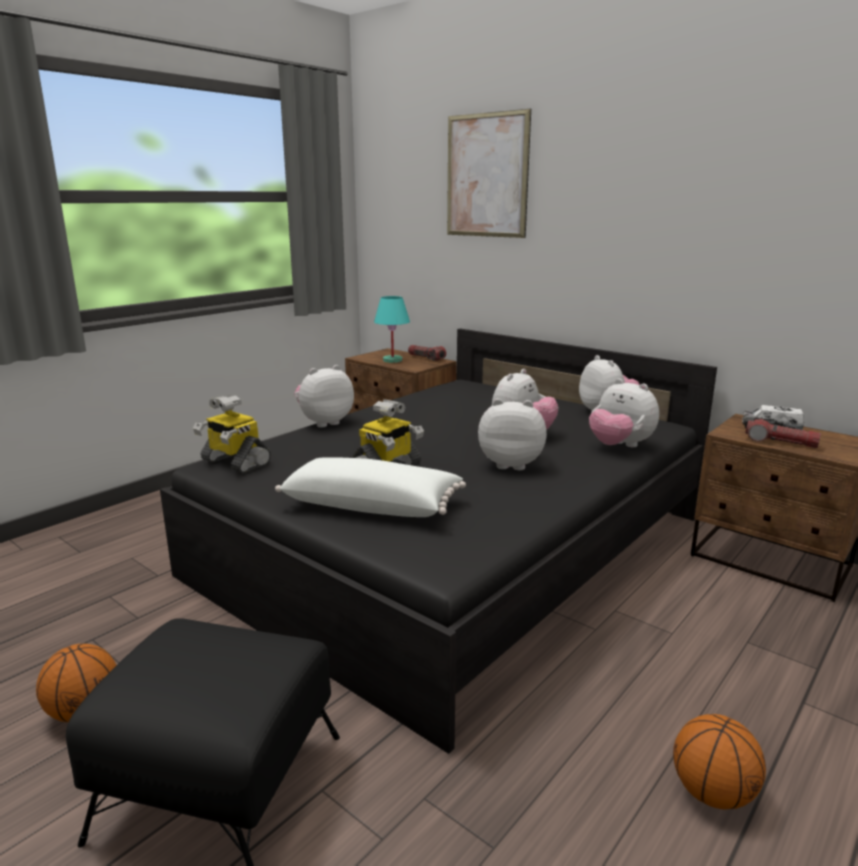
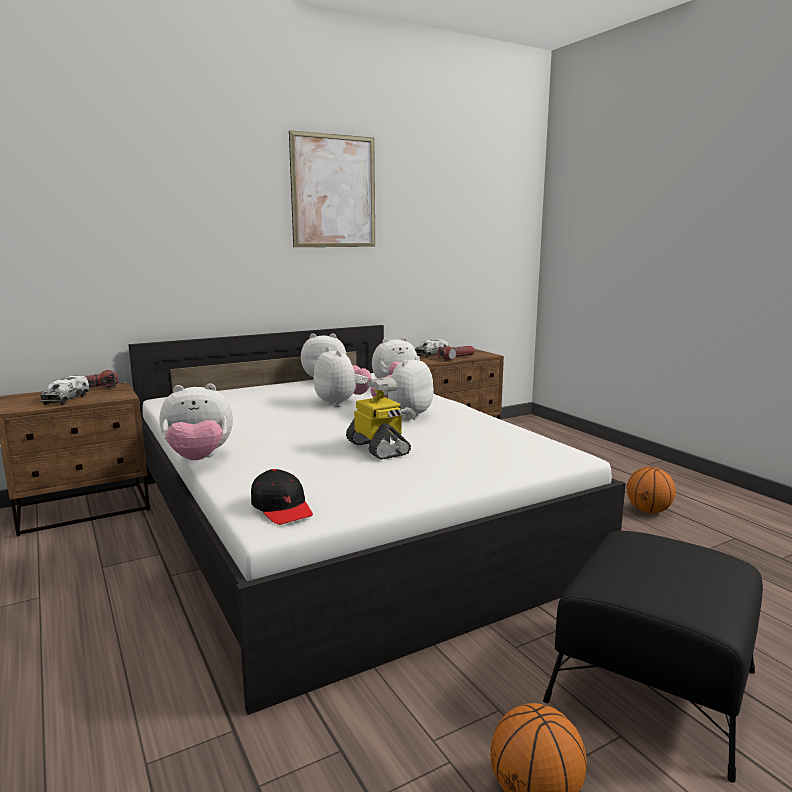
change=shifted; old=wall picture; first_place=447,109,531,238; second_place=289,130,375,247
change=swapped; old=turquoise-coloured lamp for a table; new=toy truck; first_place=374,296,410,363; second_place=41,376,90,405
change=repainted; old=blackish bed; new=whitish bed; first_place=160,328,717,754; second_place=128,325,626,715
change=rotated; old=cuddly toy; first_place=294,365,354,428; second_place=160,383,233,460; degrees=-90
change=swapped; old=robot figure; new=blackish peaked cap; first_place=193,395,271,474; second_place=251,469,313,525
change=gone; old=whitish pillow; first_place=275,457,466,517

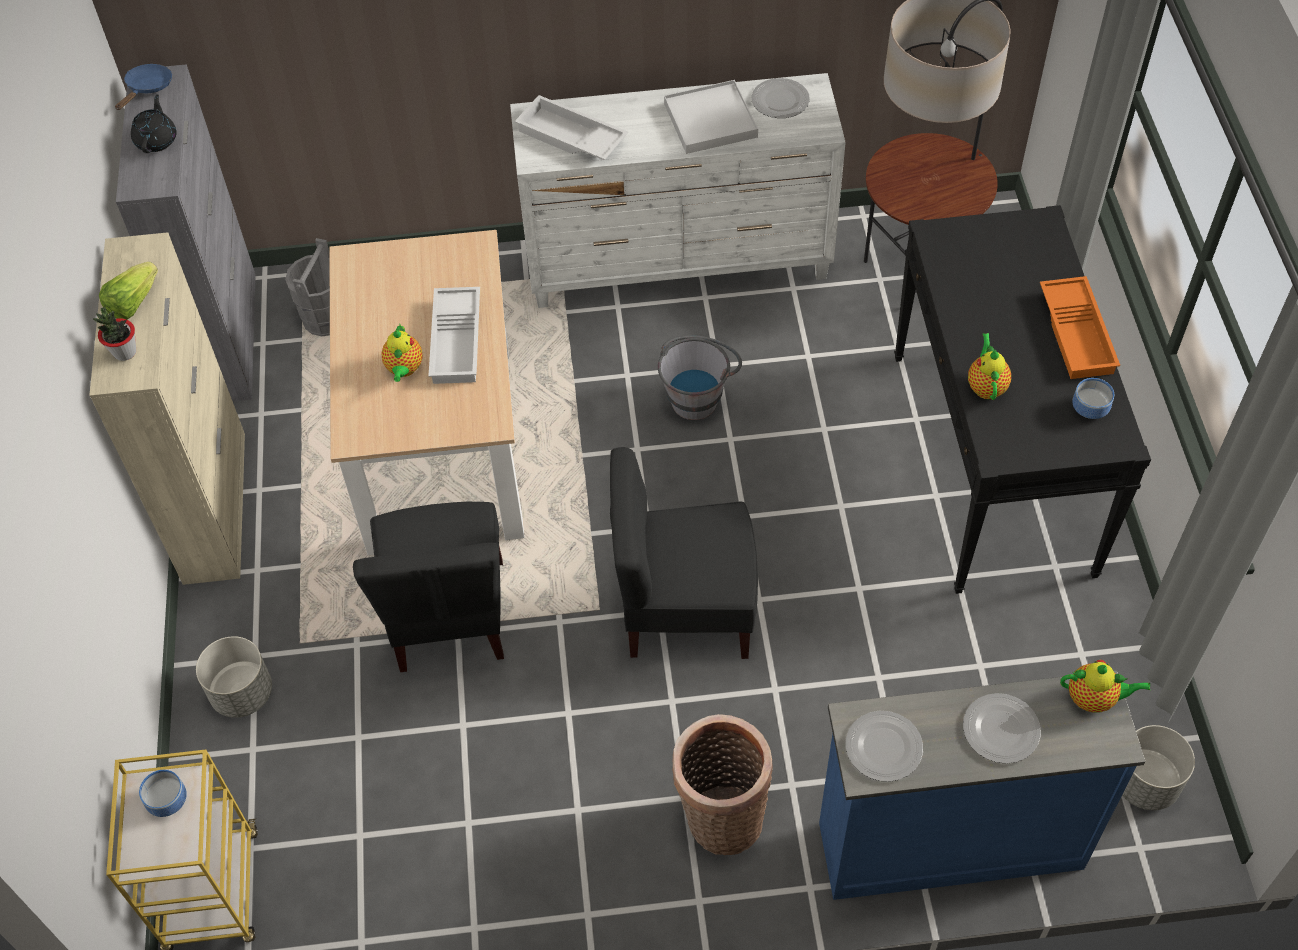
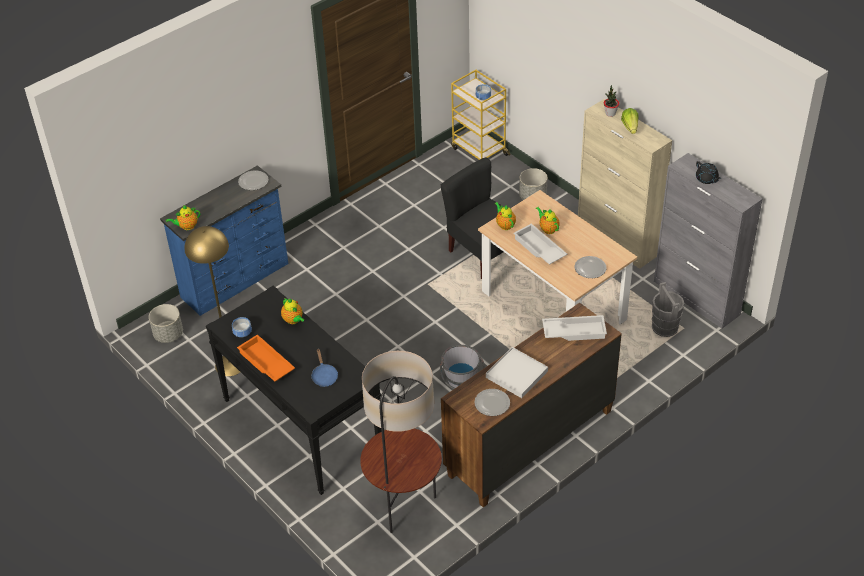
change=shifted; old=bluish frying pan; first_place=115,64,172,110; second_place=312,349,338,387
change=repainted; old=whitish drawer chest; new=brown-coloured drawer chest; first_place=510,73,846,308; second_place=441,303,622,508
change=gone; old=blackish plain chair; first_place=610,447,758,659
change=shifted; old=dinner plate; first_place=963,693,1041,764; second_place=575,256,606,278
change=gone; old=household basket; first_place=672,714,773,855
change=new; new=tea pot; second_place=495,202,516,230
change=new; new=yellowish floor lamp; second_place=184,226,240,376

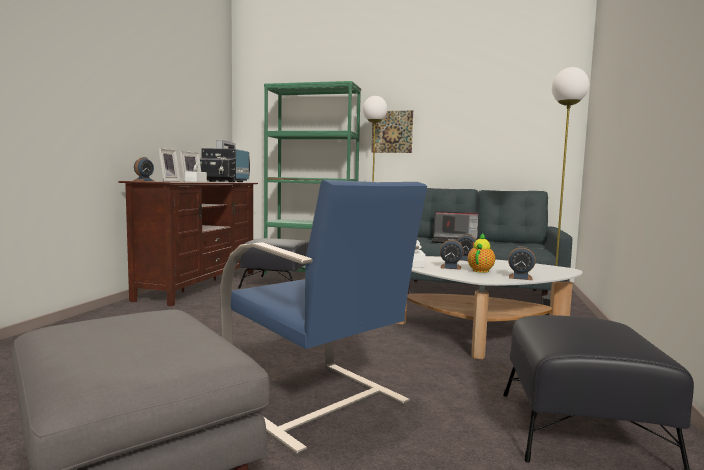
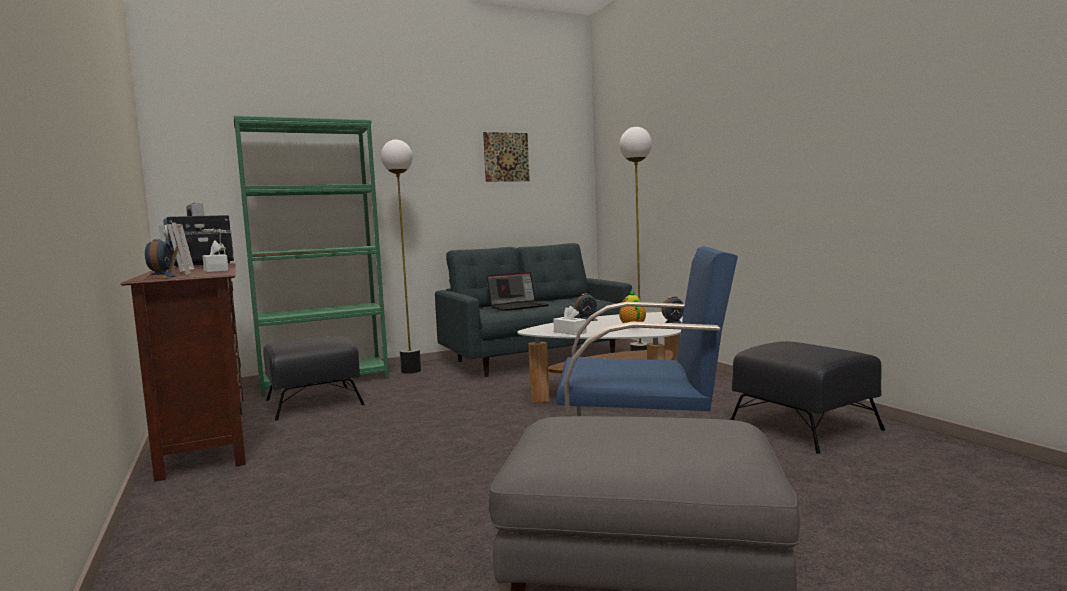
change=shifted; old=wall picture; first_place=371,111,413,153; second_place=483,132,530,182
change=gone; old=bedside clock; first_place=440,239,464,270

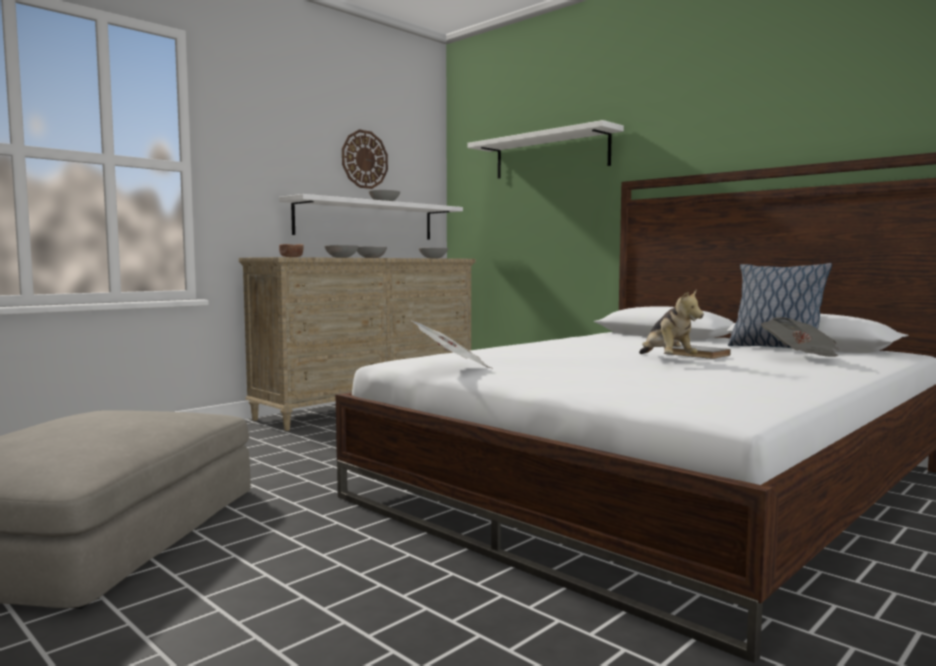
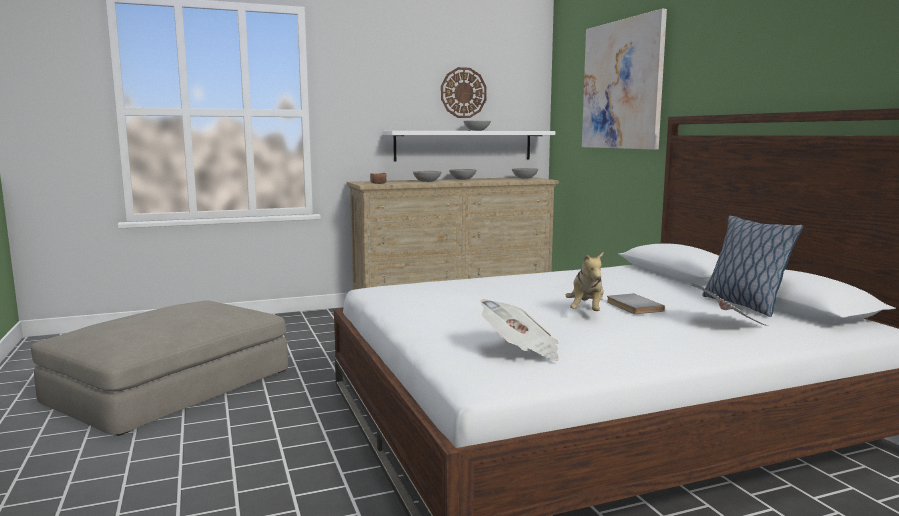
change=swapped; old=whitish bracket shelf; new=wall picture; first_place=467,120,624,179; second_place=582,9,667,150
change=shifted; old=newspaper; first_place=410,320,491,368; second_place=481,299,559,361

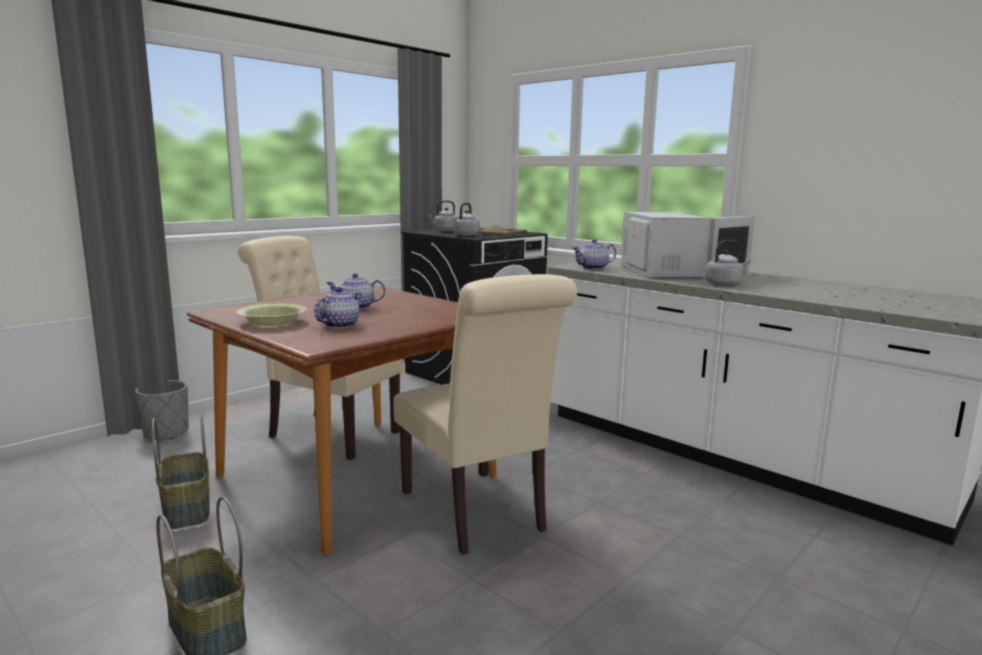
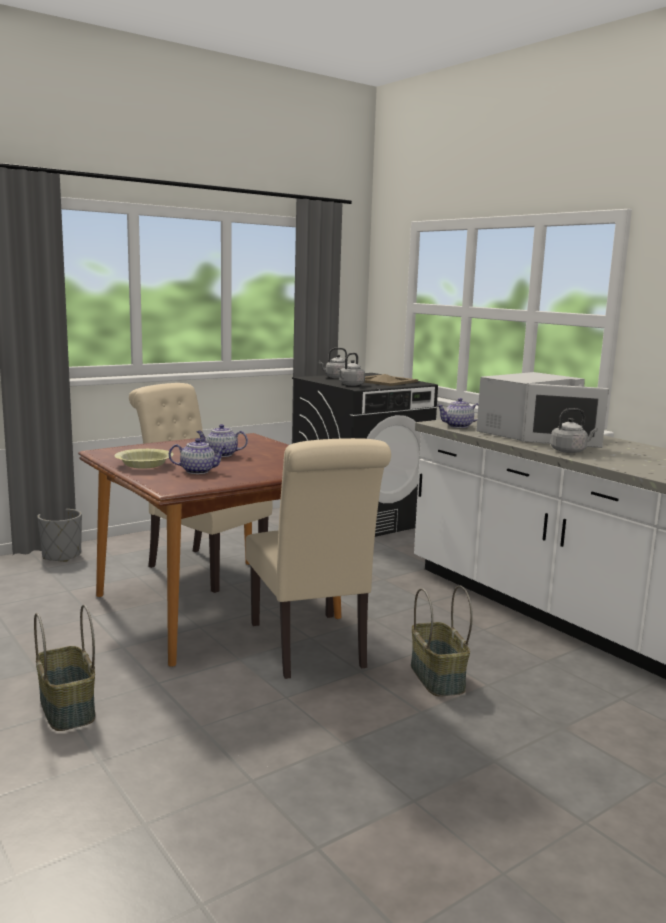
change=rotated; old=whitish microwave oven; first_place=621,212,755,278; second_place=476,372,609,448; degrees=45
change=rotated; old=tea pot; first_place=314,287,362,328; second_place=169,438,227,474; degrees=45
change=shifted; old=household basket; first_place=152,412,209,529; second_place=411,585,473,696

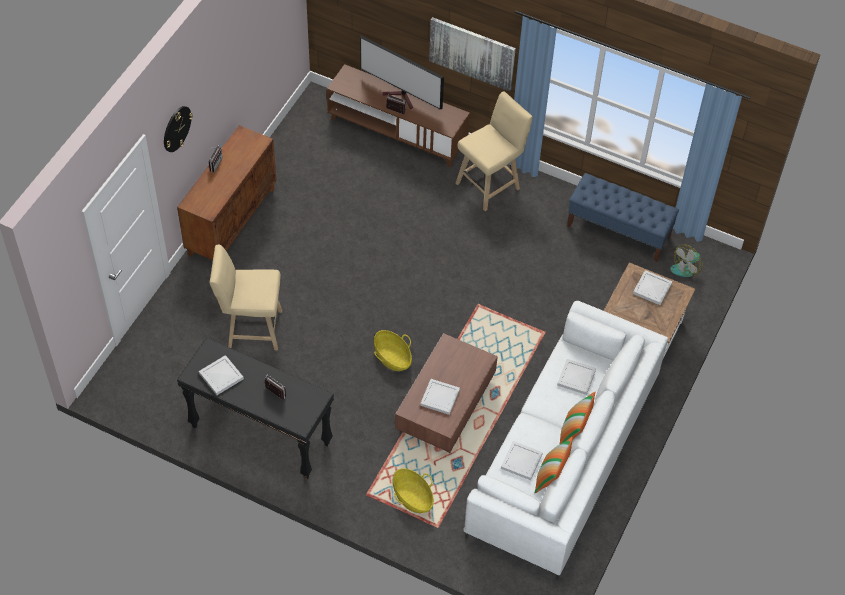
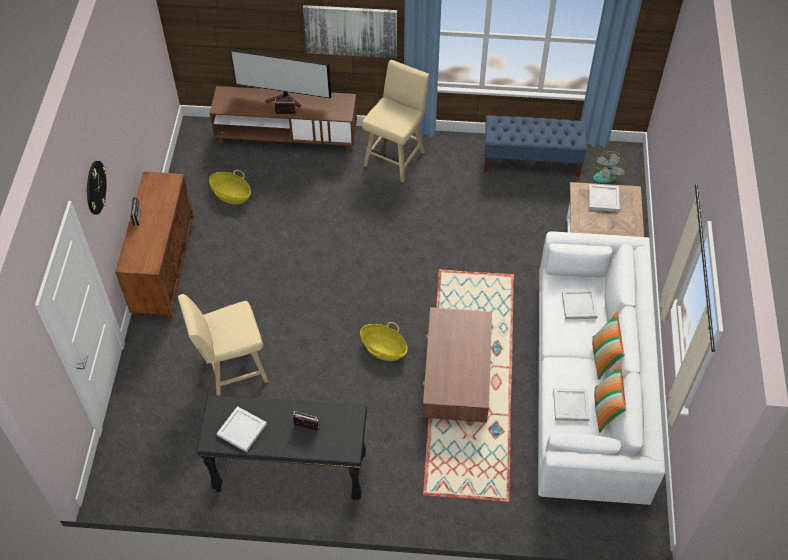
change=gone; old=whitish carrying tray; first_place=420,379,460,415
change=shifted; old=household basket; first_place=393,468,434,513; second_place=209,170,251,204

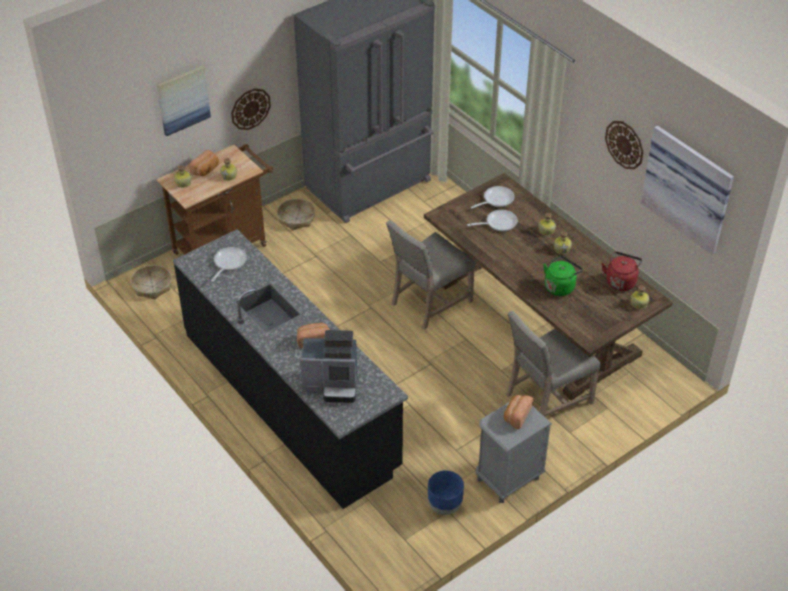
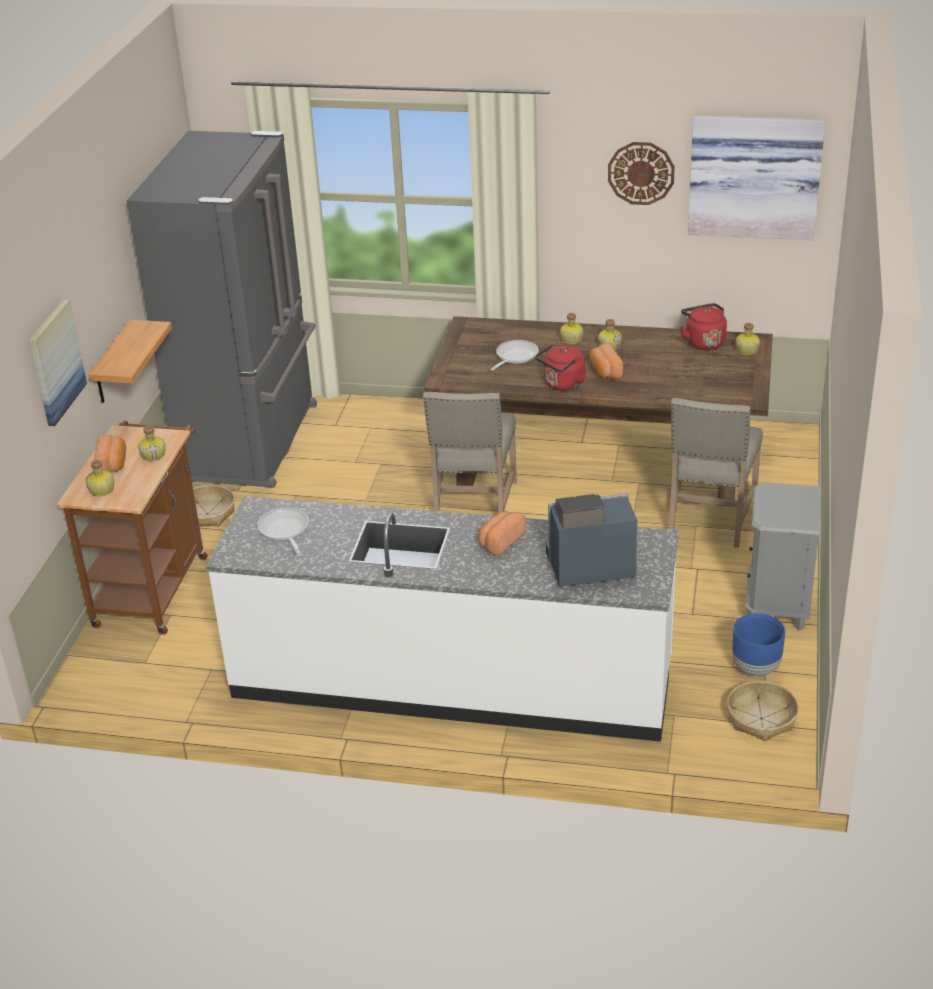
change=swapped; old=hanging clock; new=bracket shelf; first_place=231,88,271,130; second_place=88,320,172,403
change=gone; old=frying pan; first_place=470,186,515,209
change=repainted; old=blackish counter; new=whitish counter; first_place=173,229,408,509; second_place=206,496,679,742
change=gone; old=greenish kettle; first_place=543,256,583,296
change=shifted; old=household basket; first_place=131,265,172,299; second_place=727,681,799,741
change=rotated; old=coffee brewer; first_place=300,330,357,403; second_place=546,494,638,587; degrees=-150
change=shifted; old=bread; first_place=504,395,533,429; second_place=589,343,623,379
change=new; new=reddish kettle; second_place=536,344,586,391

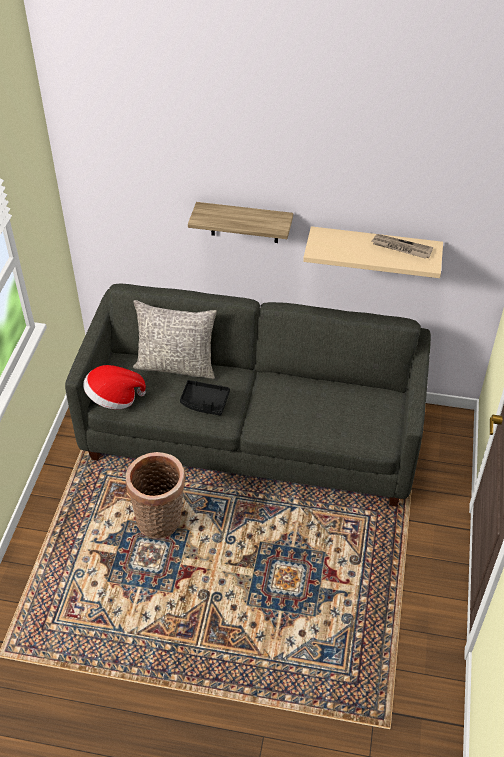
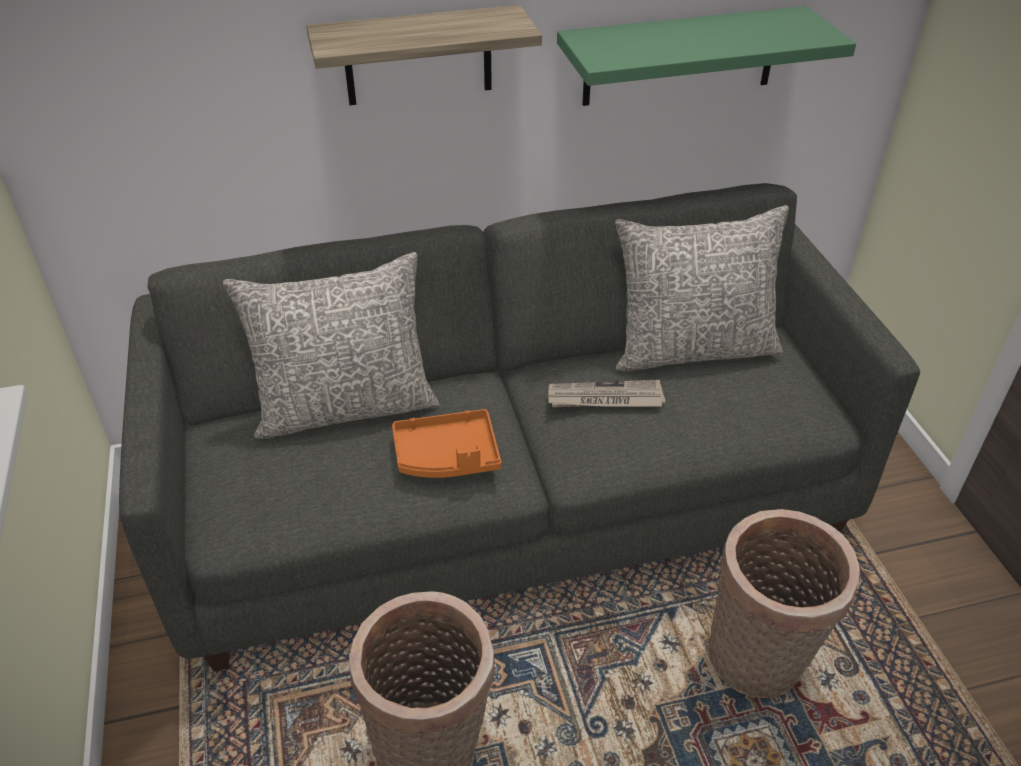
change=repainted; old=beige bracket shelf; new=greenish bracket shelf; first_place=303,226,443,278; second_place=557,6,856,106
change=shifted; old=newspaper; first_place=372,234,433,259; second_place=548,380,666,407
change=gone; old=hat; first_place=83,365,146,409
change=repainted; old=blackish carrying tray; new=orange-coloured carrying tray; first_place=180,380,230,416; second_place=392,409,501,478
change=new; new=gray pillow; second_place=615,205,789,371
change=new; new=household basket; second_place=708,509,860,698

